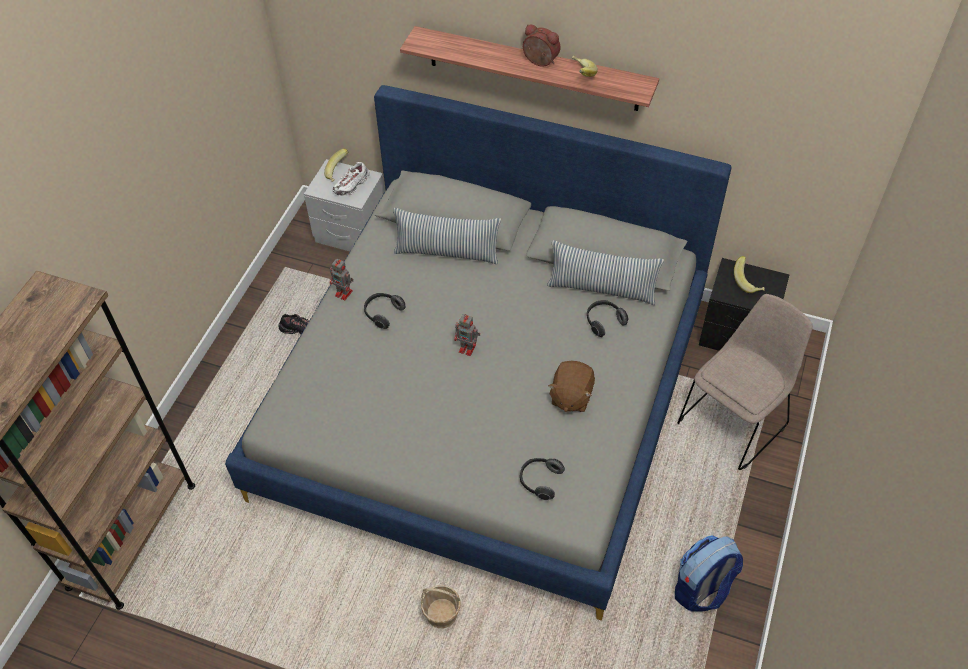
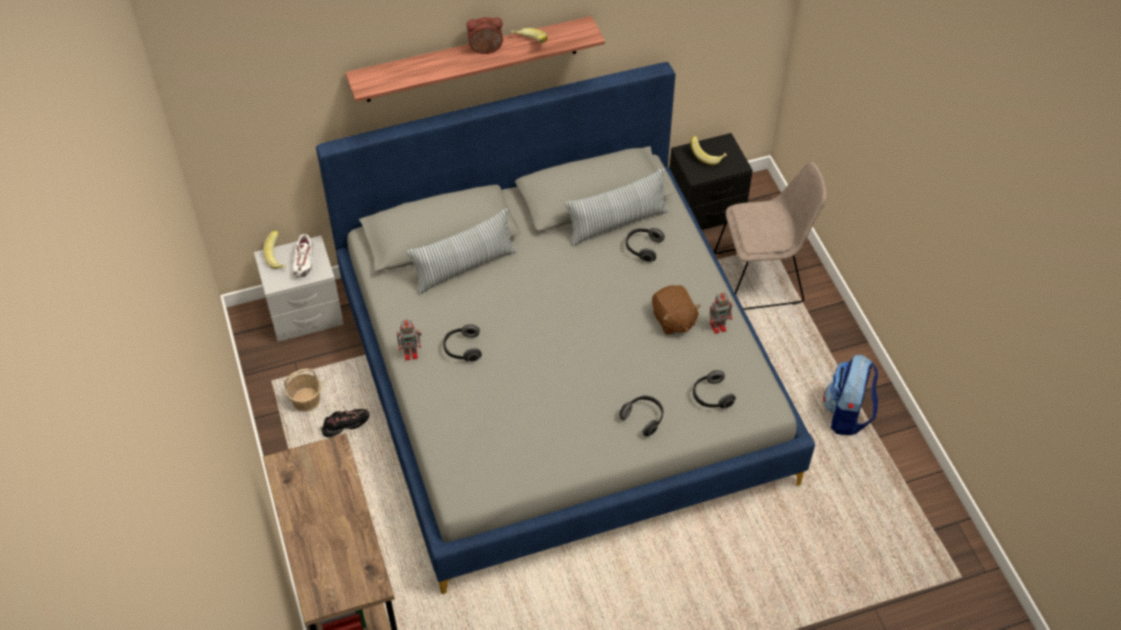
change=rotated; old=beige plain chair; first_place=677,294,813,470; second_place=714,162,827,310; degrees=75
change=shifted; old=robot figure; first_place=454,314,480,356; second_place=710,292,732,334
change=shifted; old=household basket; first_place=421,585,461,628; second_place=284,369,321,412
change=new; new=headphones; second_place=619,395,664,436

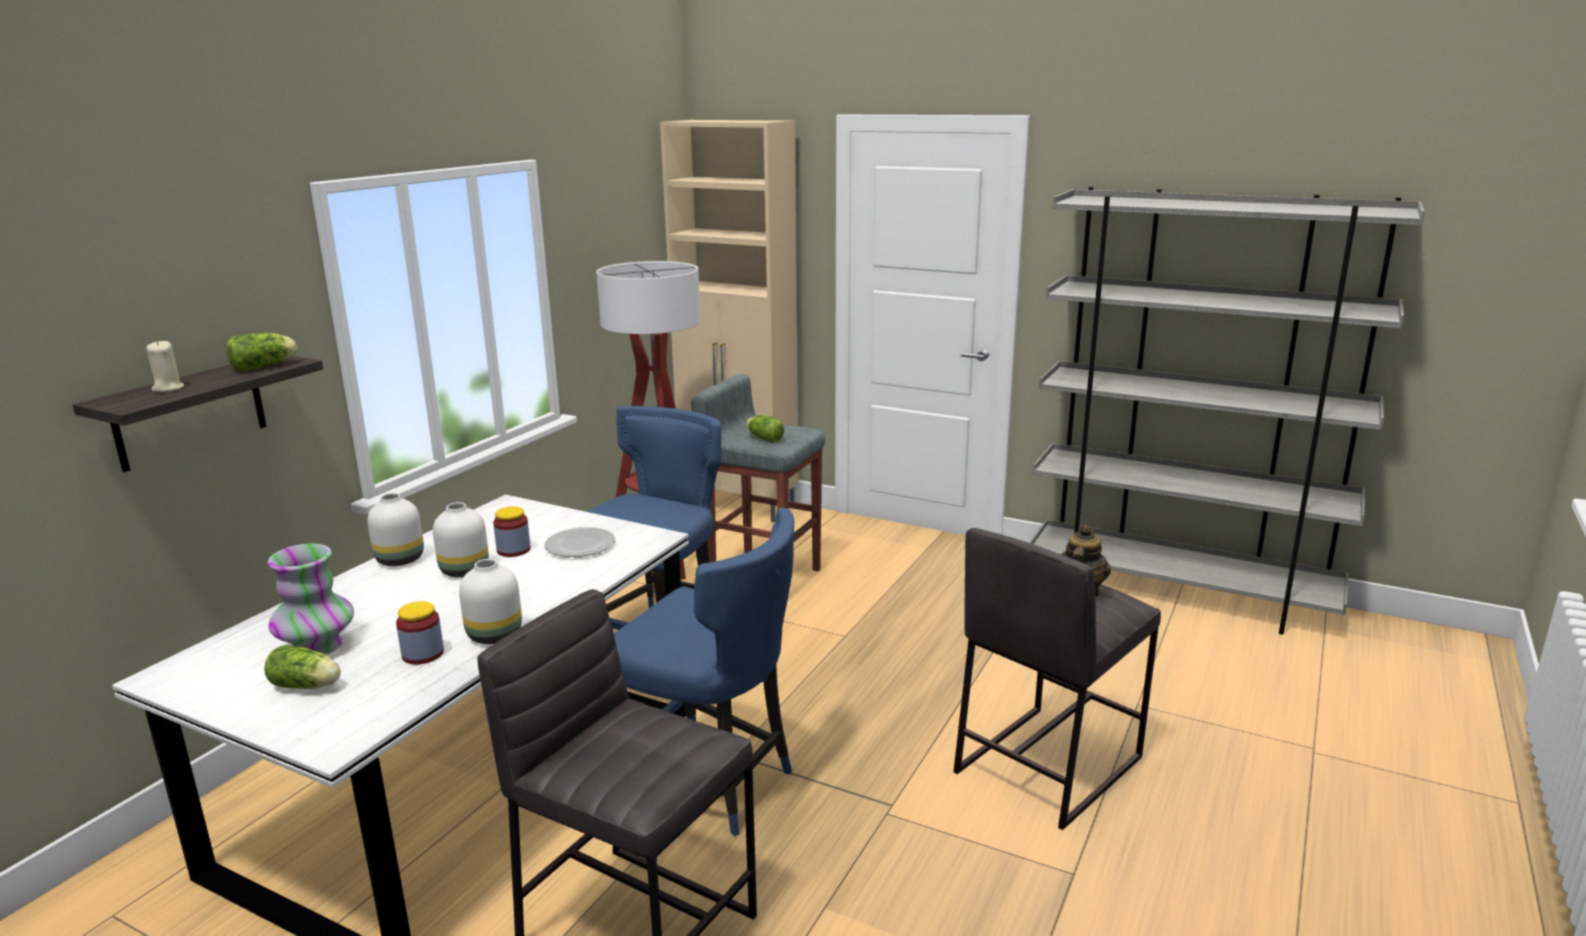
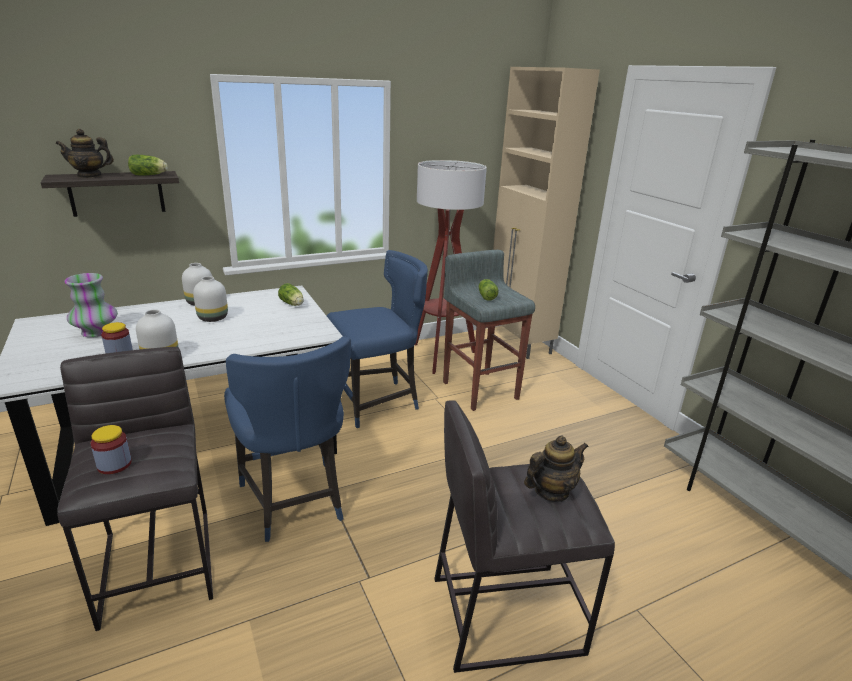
change=swapped; old=beige wax candle; new=tea pot; first_place=146,340,184,392; second_place=55,129,114,178
change=shifted; old=storage jar; first_place=493,507,531,557; second_place=90,425,132,474
change=gone; old=dinner plate; first_place=544,527,615,557
change=shifted; old=head of lettuce; first_place=264,645,341,689; second_place=278,283,304,306

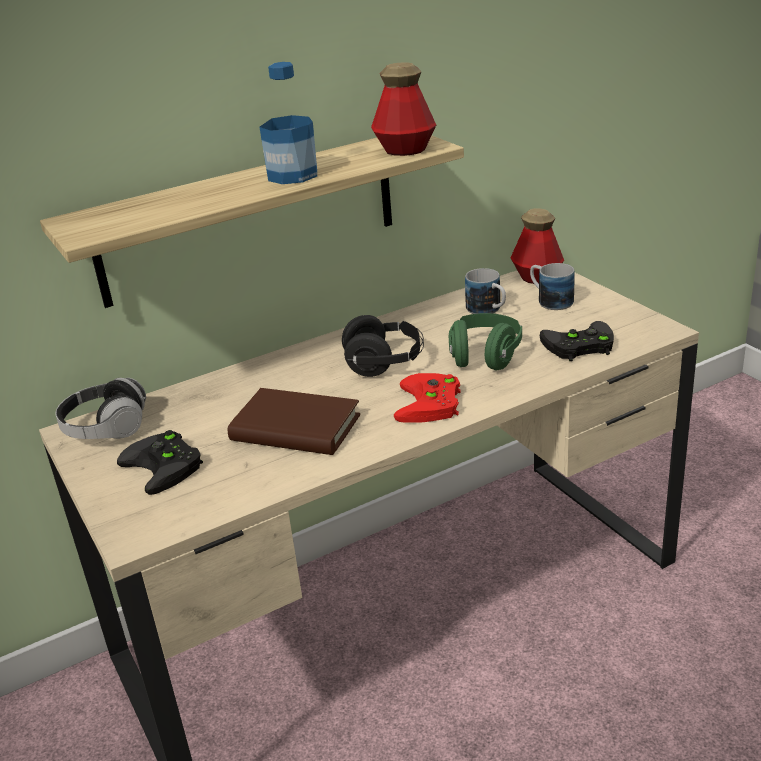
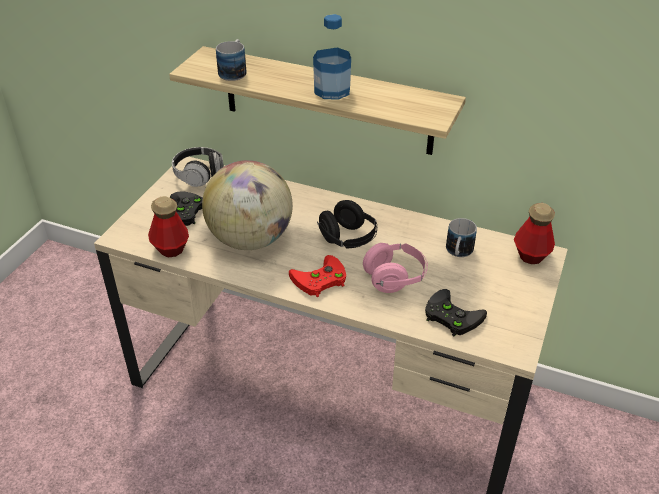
change=shifted; old=drink bottle; first_place=371,63,436,156; second_place=148,196,189,258
change=shifted; old=tea mug; first_place=530,263,575,310; second_place=216,39,246,81
change=repainted; old=greenish headphones; new=pink-coloured headphones; first_place=449,313,522,371; second_place=363,243,428,293
change=swapped; old=brown-coloured book; new=world globe; first_place=228,388,360,455; second_place=202,160,293,250

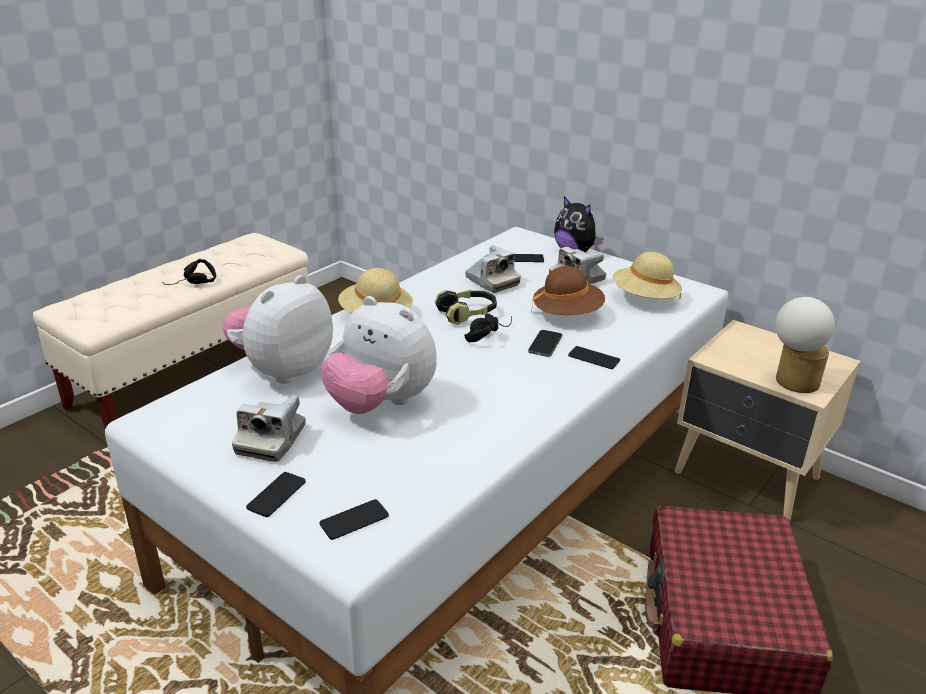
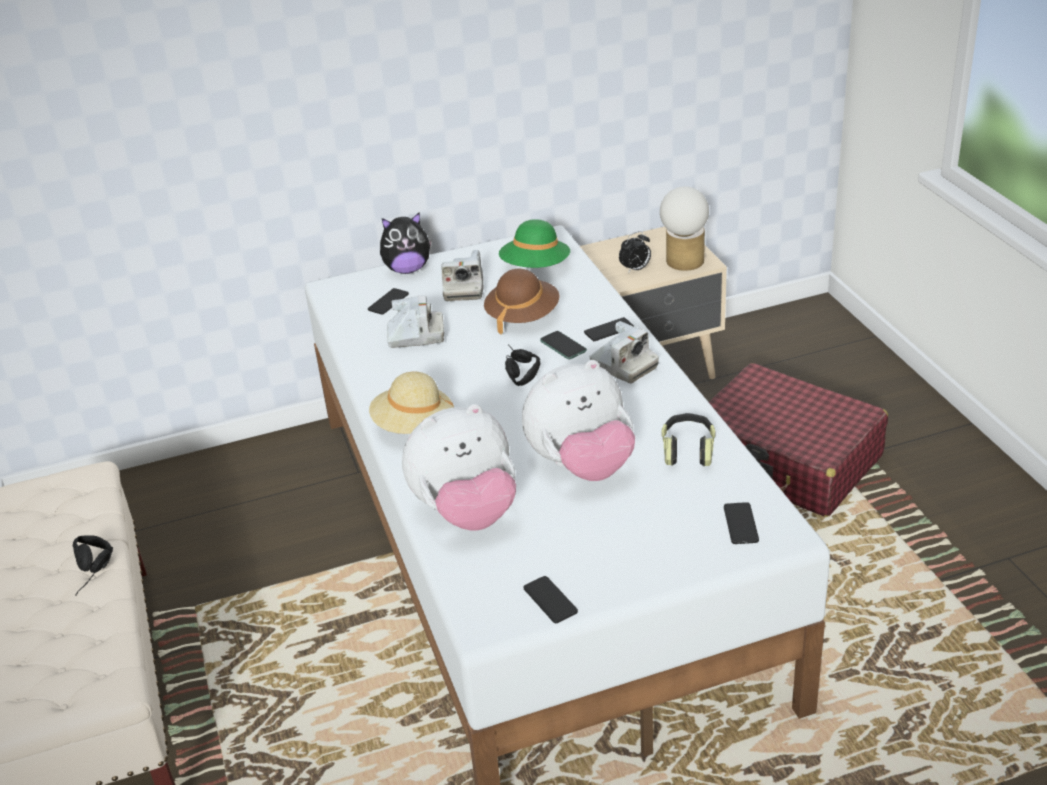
change=repainted; old=beige hat; new=greenish hat; first_place=613,252,682,300; second_place=499,219,570,268
change=rotated; old=cuddly toy; first_place=222,275,333,384; second_place=402,404,516,530; degrees=-90
change=shifted; old=headphones; first_place=435,290,497,325; second_place=661,413,715,467
change=shifted; old=photo camera; first_place=232,395,305,462; second_place=589,321,659,383
change=shifted; old=phone; first_place=246,472,306,517; second_place=524,576,578,623
change=new; new=bedside clock; second_place=619,231,651,274

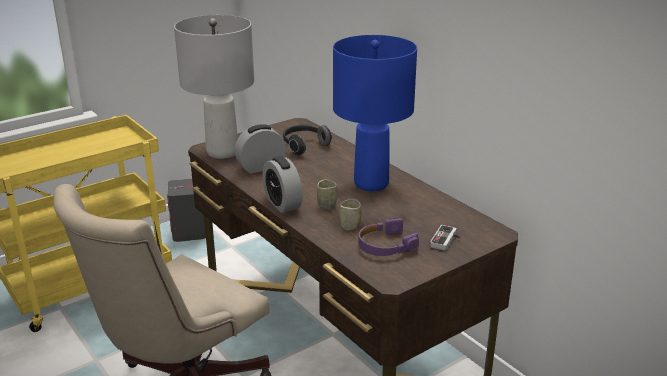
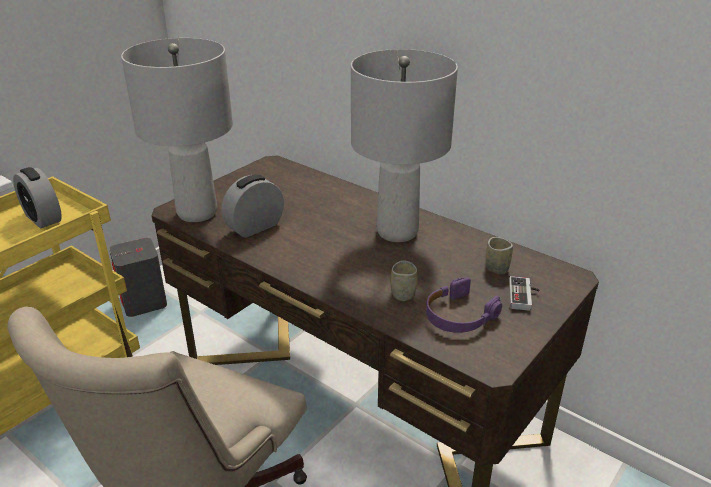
change=repainted; old=bluish lamp for a table; new=gray lamp for a table; first_place=333,35,417,191; second_place=351,49,458,242
change=gone; old=headphones; first_place=283,125,332,155
change=shifted; old=bedside clock; first_place=263,156,303,213; second_place=13,167,62,229
change=shifted; old=drinking cup; first_place=317,179,337,210; second_place=485,237,513,274

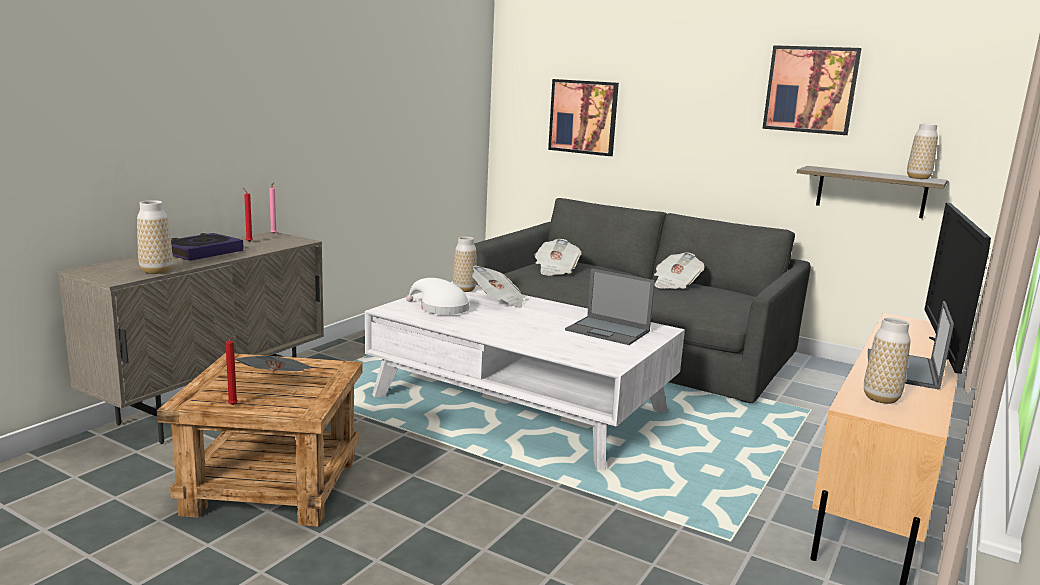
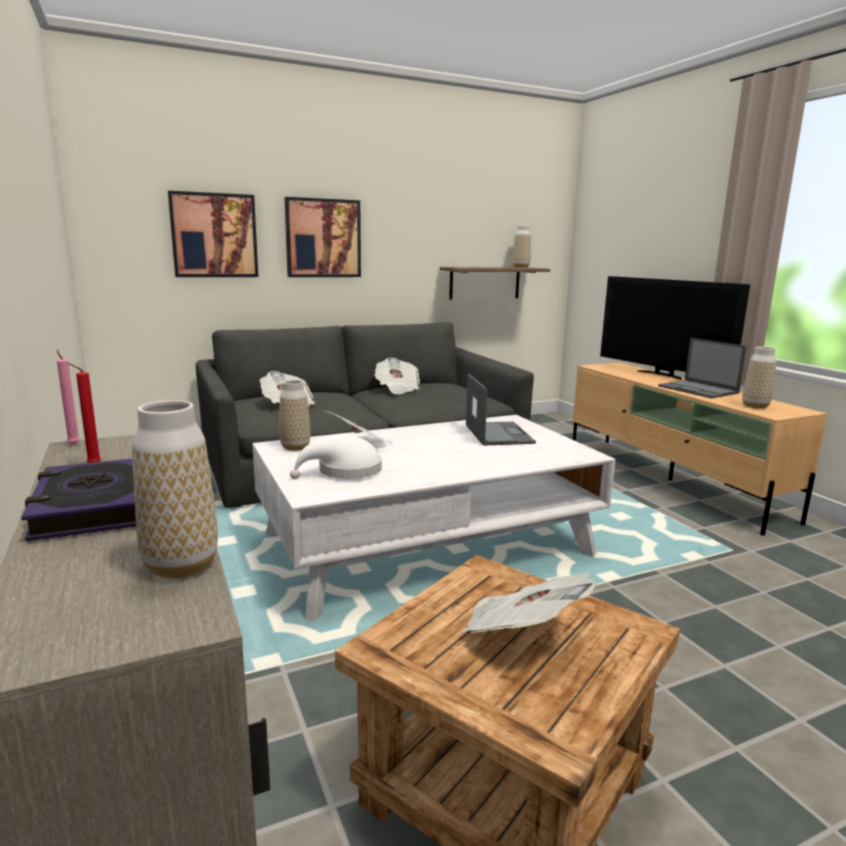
change=shifted; old=wall picture; first_place=762,45,862,135; second_place=284,197,361,277
change=rotated; old=portable computer; first_place=565,268,655,345; second_place=466,374,536,446; degrees=-75
change=gone; old=reddish wax candle; first_place=225,336,238,405

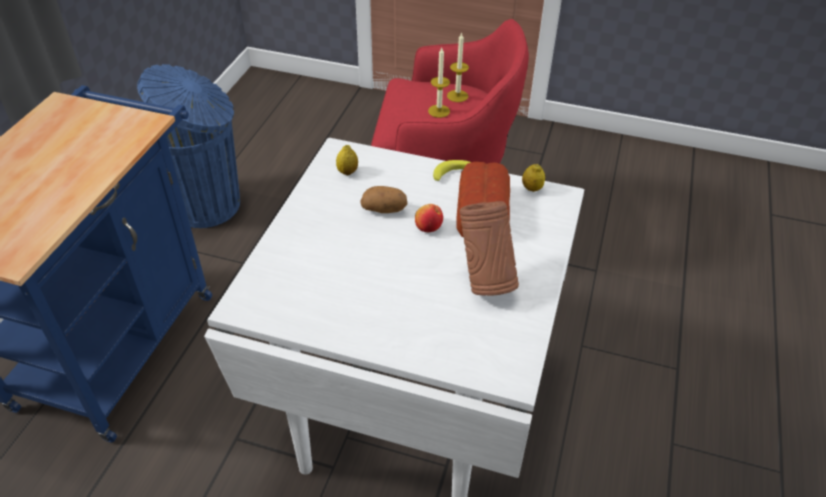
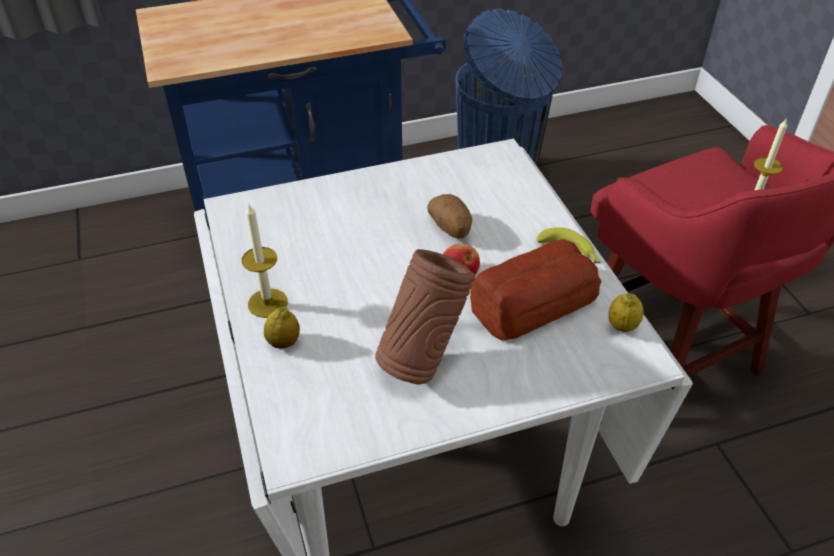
change=shifted; old=wax candle; first_place=428,48,450,118; second_place=242,204,288,318
change=shifted; old=whole lemon; first_place=336,145,358,175; second_place=264,307,300,348

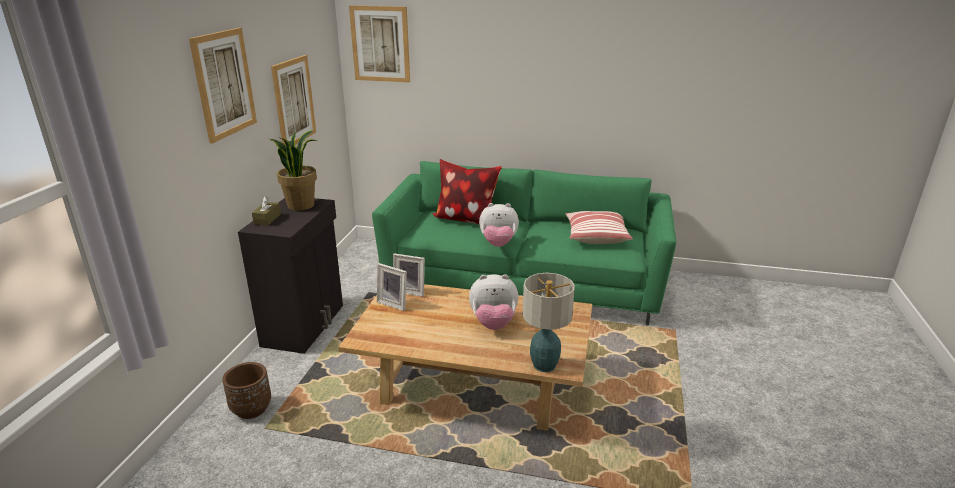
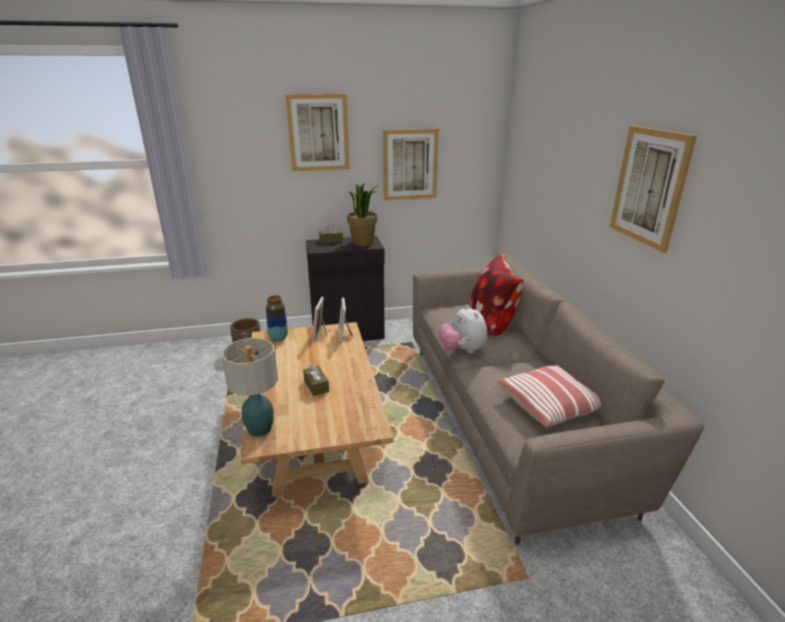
change=shifted; old=wall picture; first_place=349,5,410,83; second_place=610,126,697,253
change=repainted; old=greenish settee; new=beige settee; first_place=372,161,676,326; second_place=413,253,704,545
change=swapped; old=cuddly toy; new=brown-coloured box of tissues; first_place=469,274,518,330; second_place=303,364,329,396
change=new; new=decorative vase; second_place=266,295,288,341

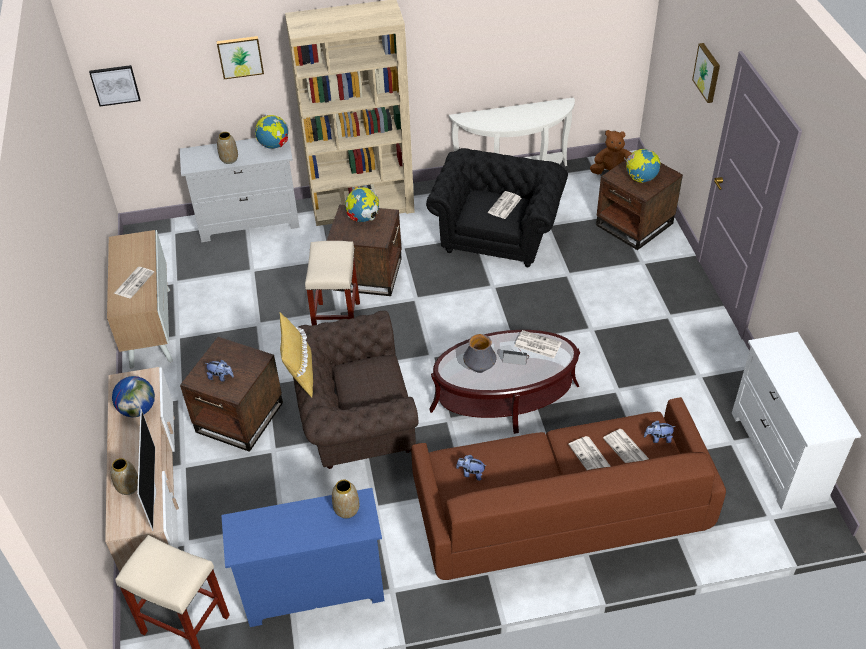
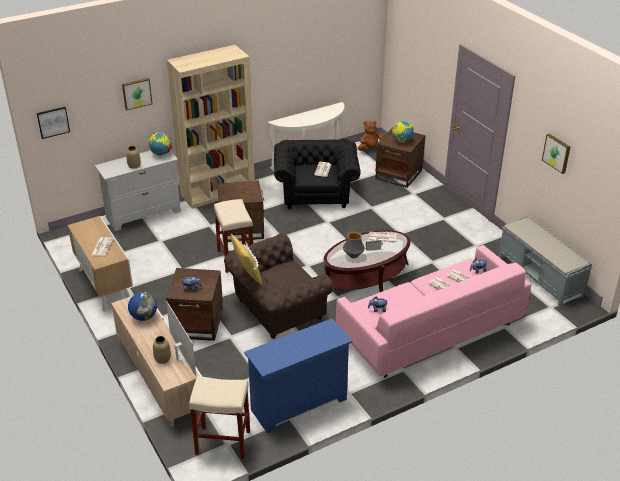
change=shifted; old=wall picture; first_place=692,43,720,103; second_place=542,134,570,174
change=gone; old=world globe; first_place=345,187,379,222
change=swapped; old=whitish drawer chest; new=gray bench; first_place=732,332,861,510; second_place=499,216,593,307
change=repainted; old=brown-coloured settee; new=pink-coloured settee; first_place=411,397,726,580; second_place=336,245,531,378
change=gone; old=decorative vase; first_place=332,480,359,519

